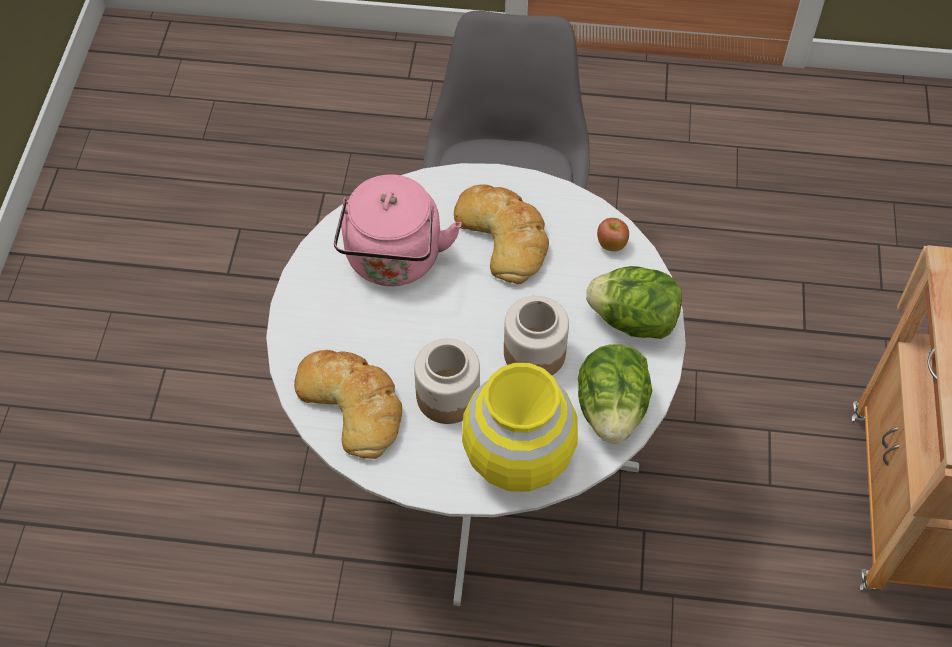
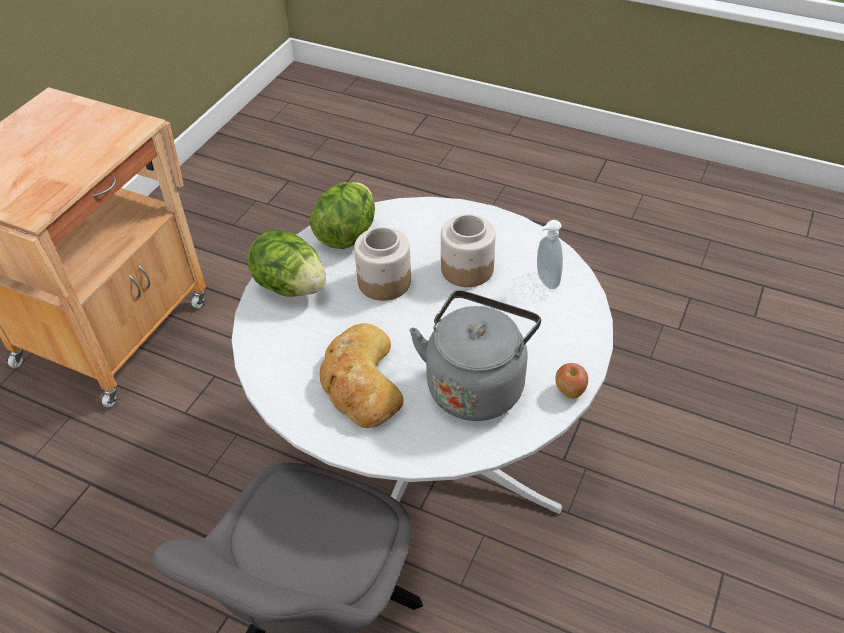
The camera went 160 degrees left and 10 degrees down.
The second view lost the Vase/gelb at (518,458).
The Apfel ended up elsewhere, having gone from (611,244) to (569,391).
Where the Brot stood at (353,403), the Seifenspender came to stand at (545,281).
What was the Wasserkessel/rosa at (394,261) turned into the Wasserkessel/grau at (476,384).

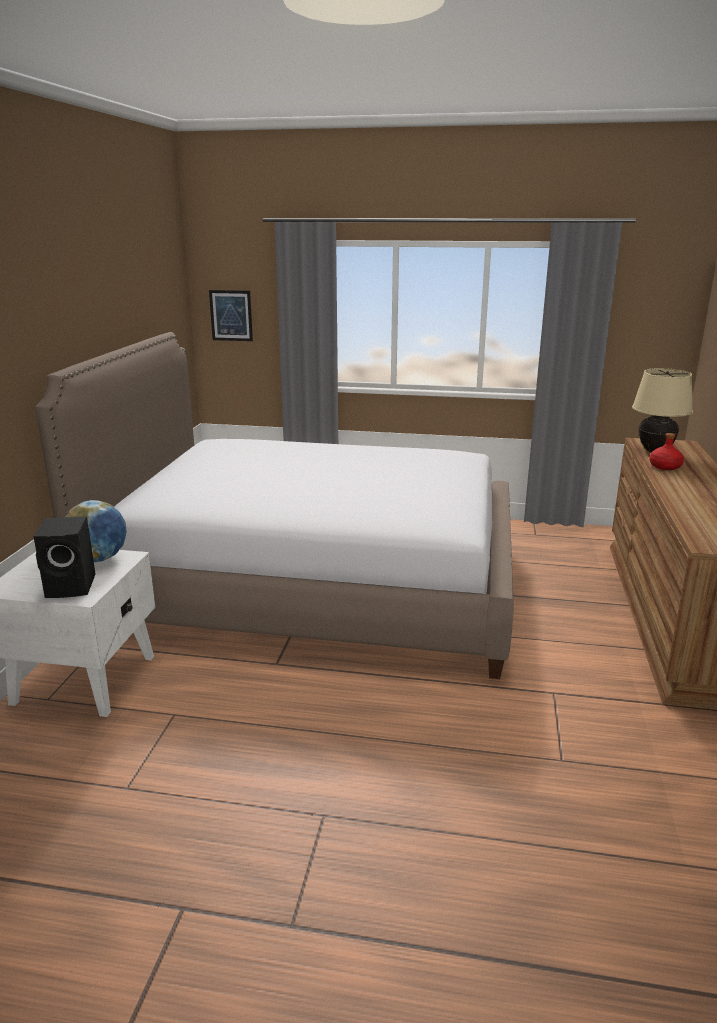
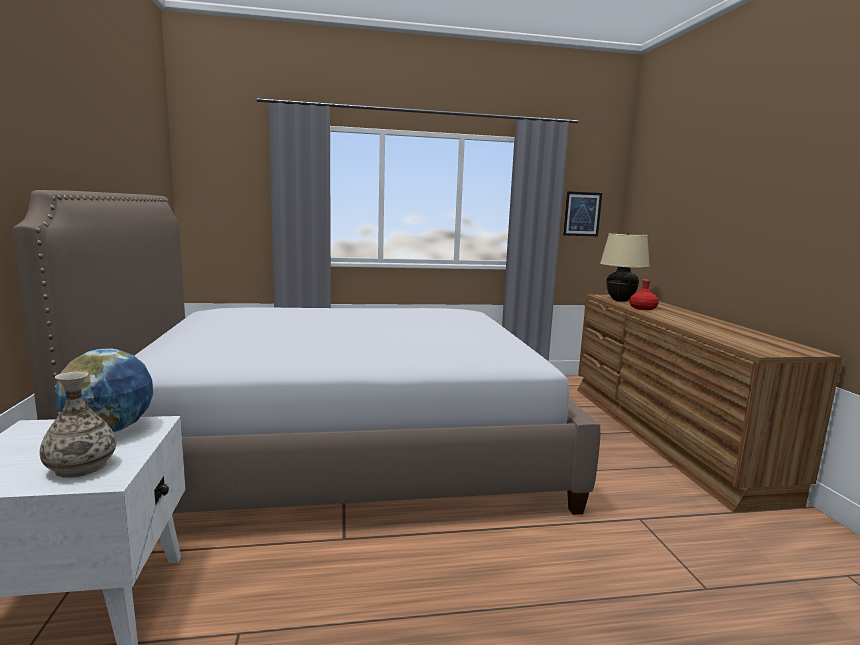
The camera went 20 degrees left and 10 degrees down.
The Bild ended up elsewhere, having gone from (231,315) to (582,214).
Where the Lautsprecher/schwarz stood at (73,586), the Vase came to stand at (81,467).

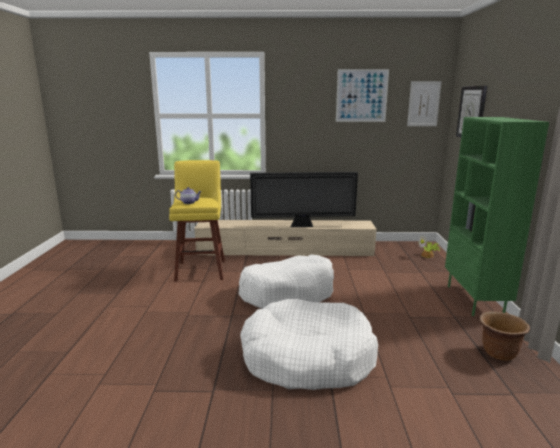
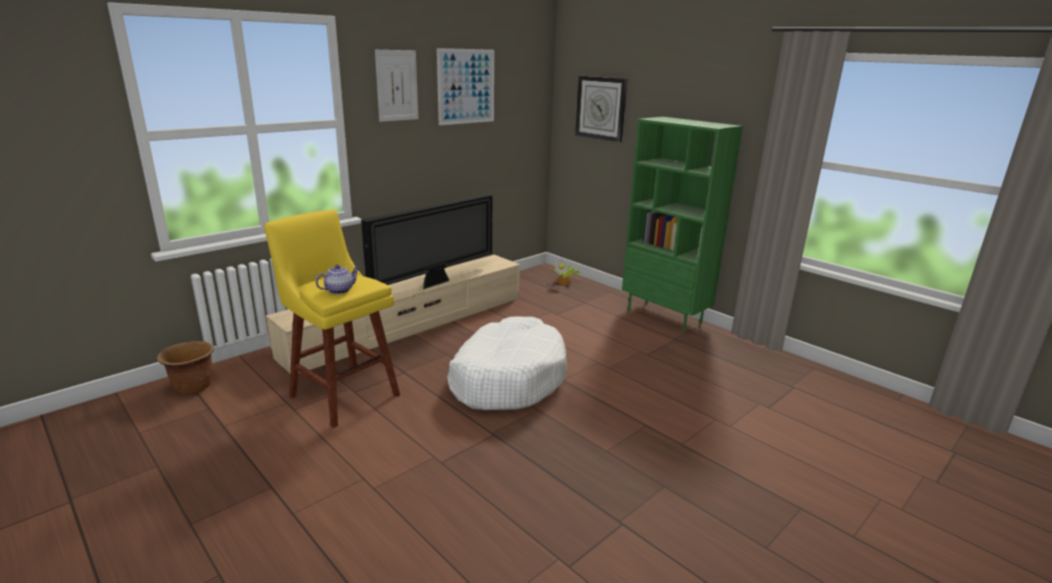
The camera went 45 degrees left and 5 degrees up.
The second view lost the Hundebett/weiß at (307,358).
The Bild ended up elsewhere, having gone from (423,104) to (397,85).
The Pflanzkübel/braun ended up elsewhere, having gone from (498,353) to (193,387).

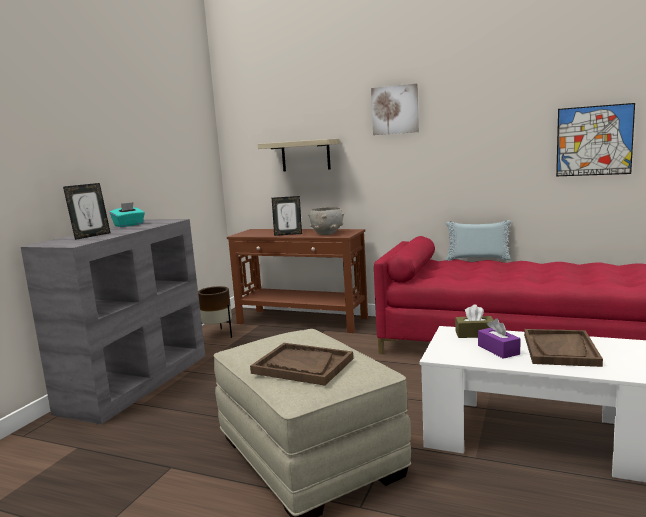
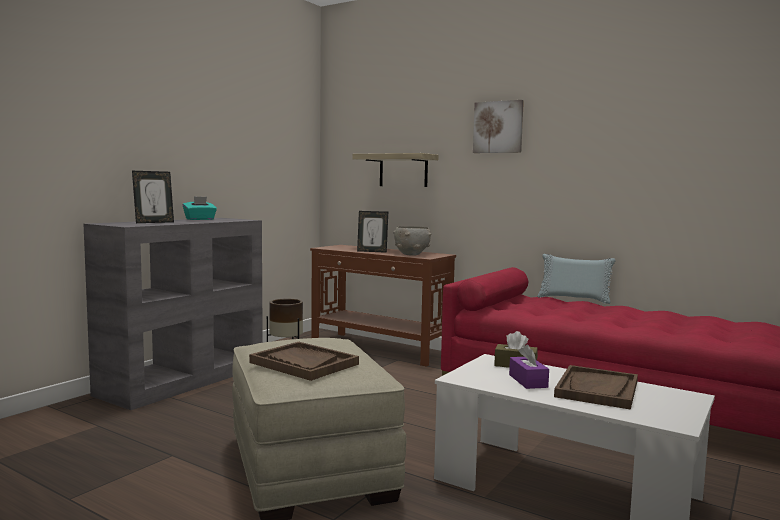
The camera went 10 degrees right and 5 degrees down.
The second view lost the Bild at (594,141).

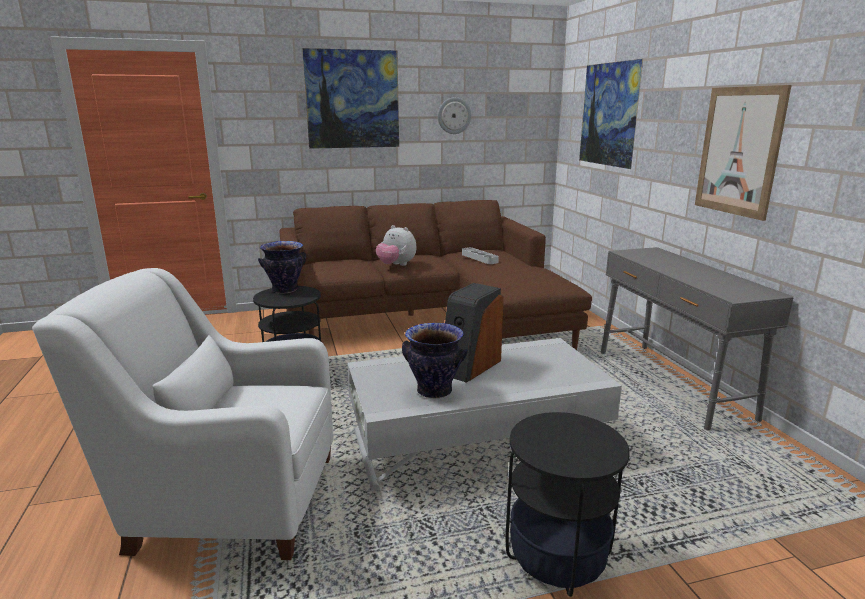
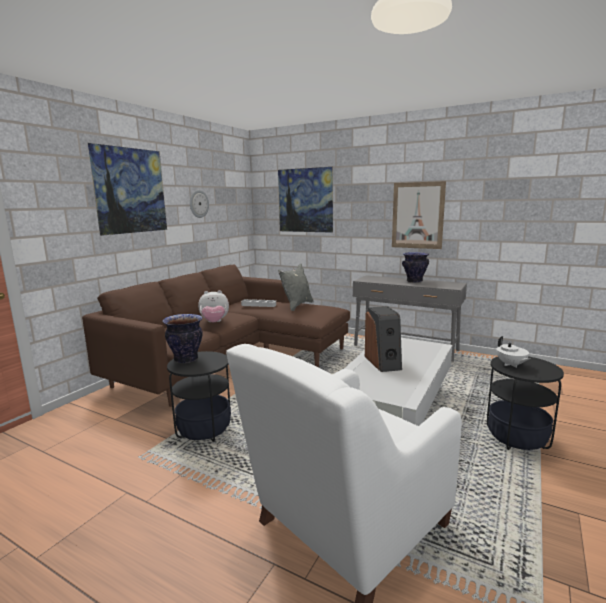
The camera went 45 degrees left and 5 degrees down.
The second view gained the Kissen/grau at (296,306).
The second view gained the Teekanne/weiß at (511,365).
The Vase ended up elsewhere, having gone from (434,391) to (414,281).

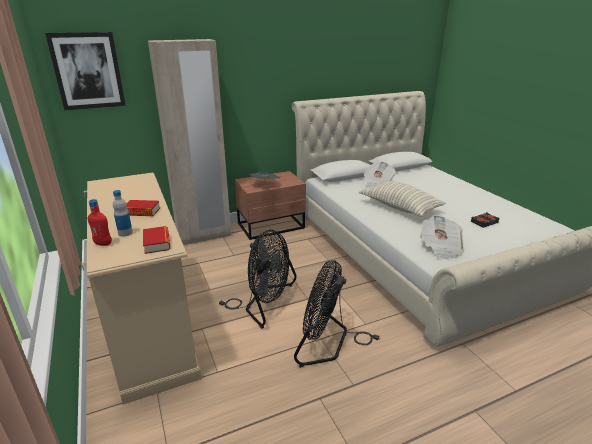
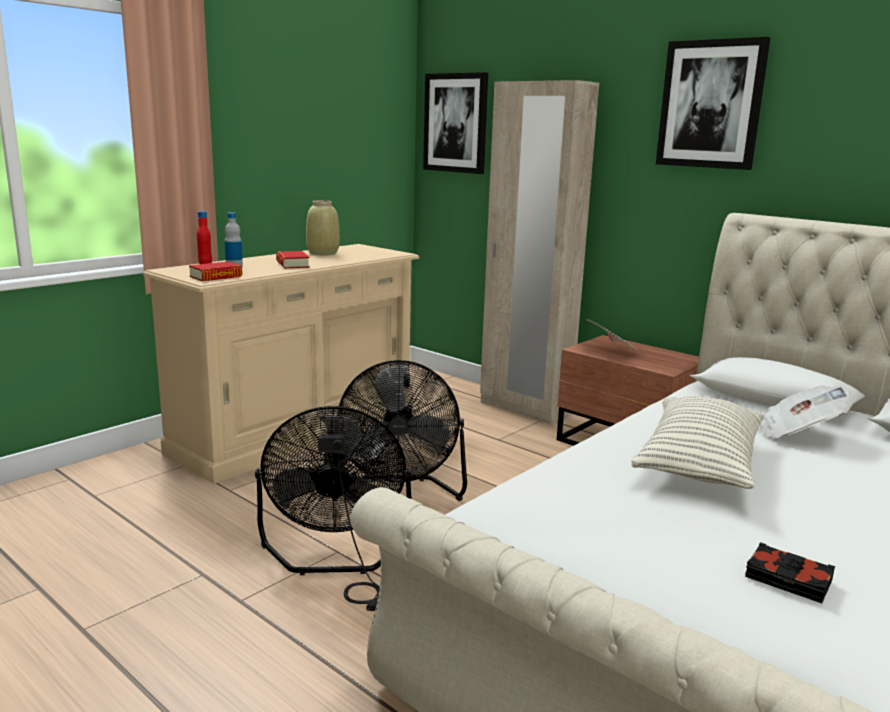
The camera went 65 degrees right and 10 degrees down.
The second view lost the Zeitung at (440,248).
The second view gained the Vase/beige at (323,253).
The second view gained the Bild at (711,104).

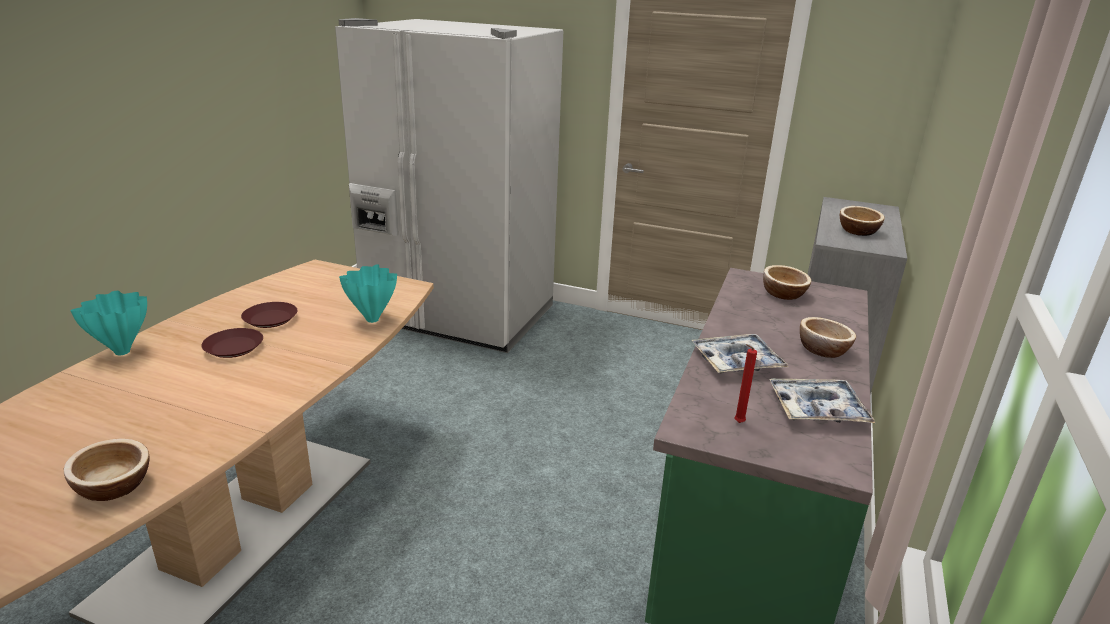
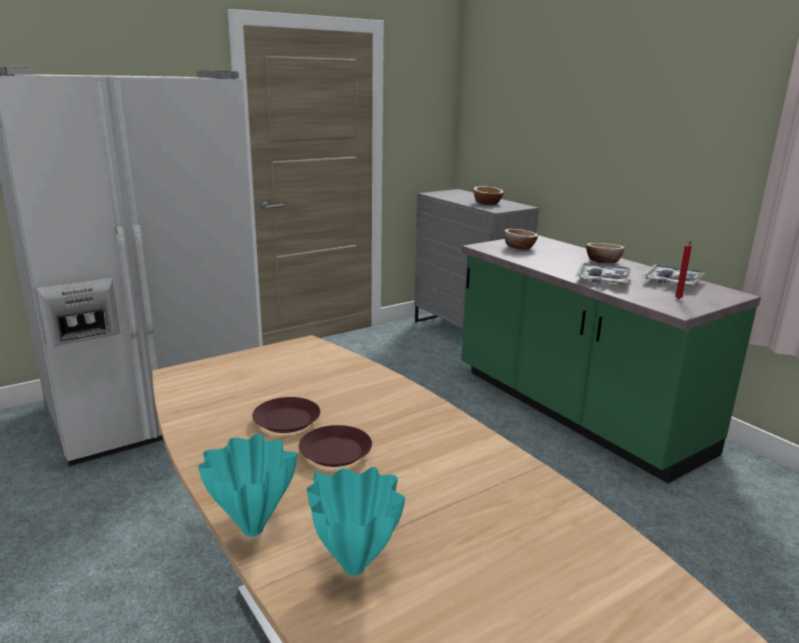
The camera went 55 degrees left and 5 degrees down.
The second view lost the Schüssel at (113,486).
The Vase/türkis ended up elsewhere, having gone from (372,320) to (355,568).

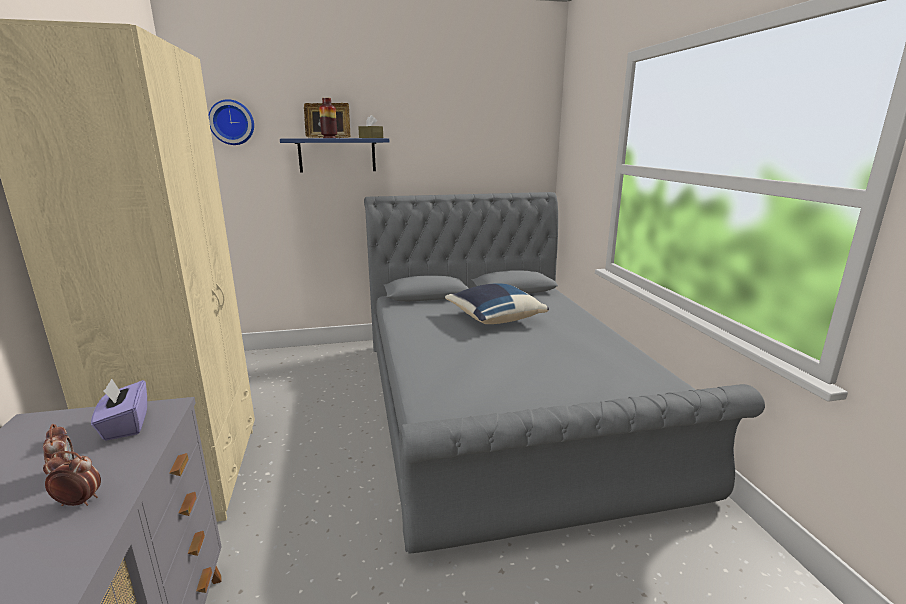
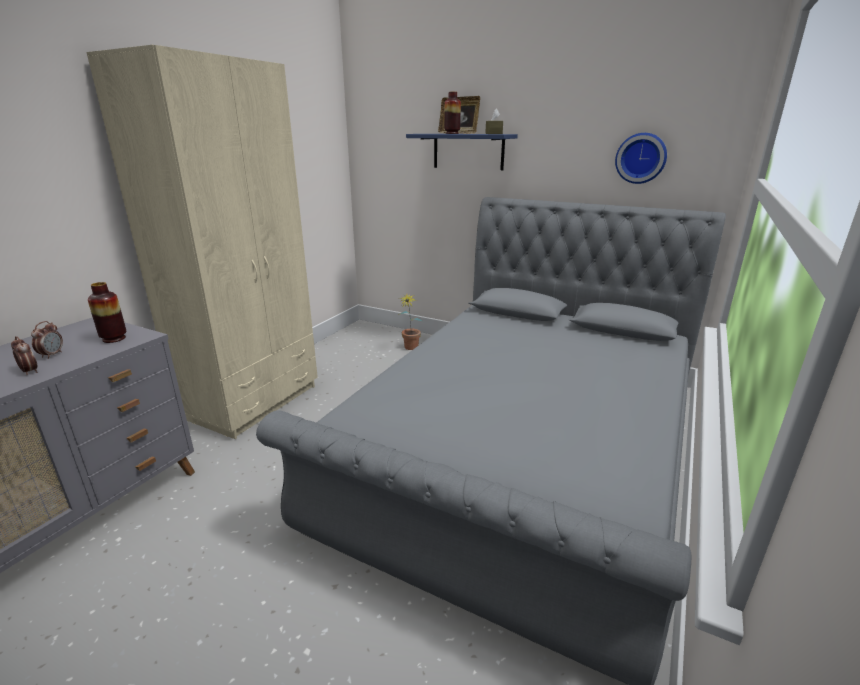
The camera went 40 degrees right and 5 degrees up.
The second view lost the Kissen/blau at (494,318).
The second view gained the Topfpflanze at (410,349).
The Wanduhr ended up elsewhere, having gone from (232,122) to (641,158).
Where the Taschentuchbox/lila stood at (125,425), the Vase came to stand at (114,339).

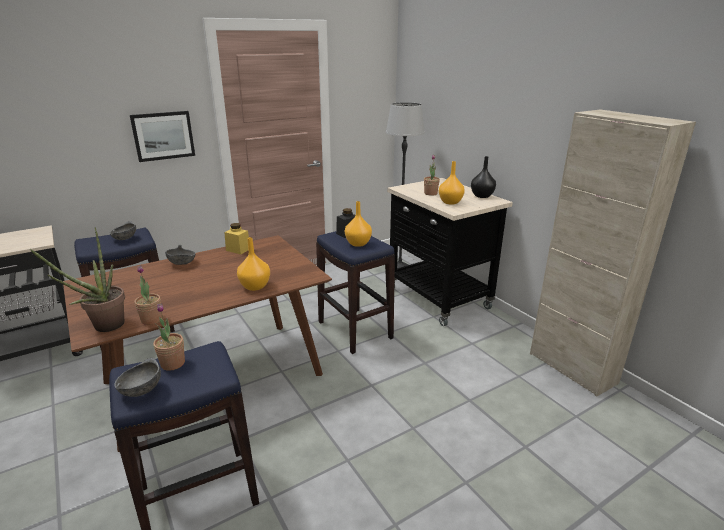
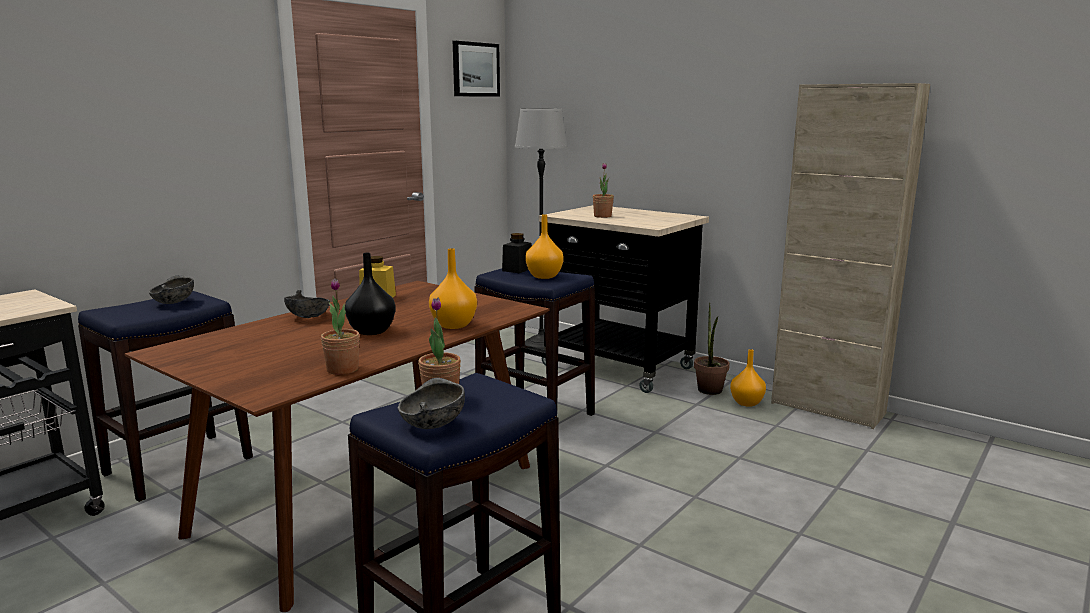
The camera went 20 degrees left and 10 degrees down.
The Topfpflanze ended up elsewhere, having gone from (103,327) to (710,392).
The Bild ended up elsewhere, having gone from (163,135) to (475,69).
The Vase/orange ended up elsewhere, having gone from (450,202) to (746,402).
The Vase/schwarz ended up elsewhere, having gone from (482,196) to (372,331).

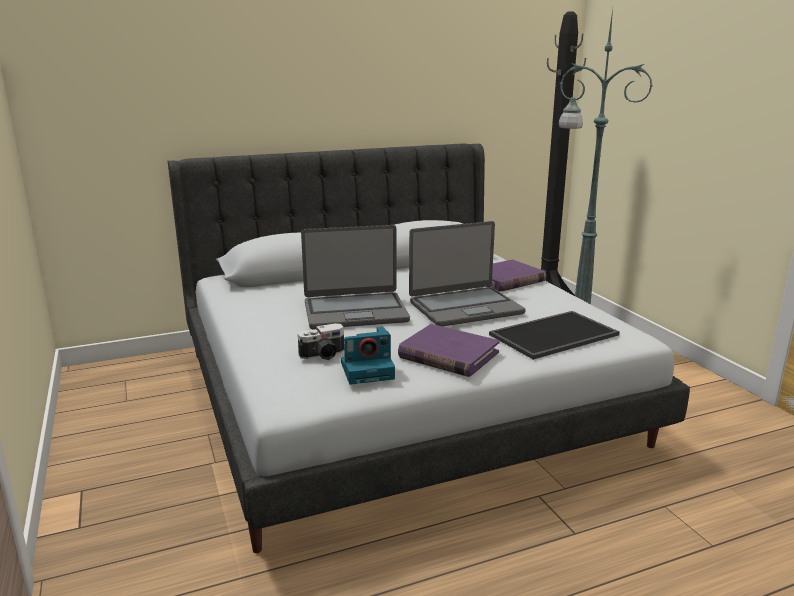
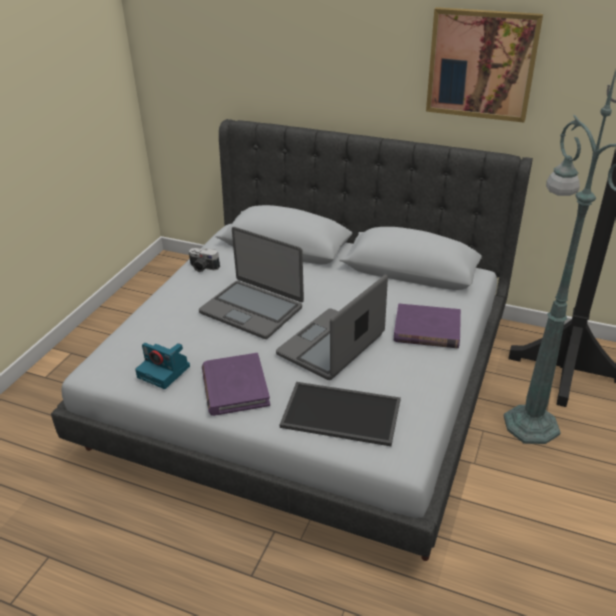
The camera went 45 degrees right and 15 degrees up.
The second view gained the Bild at (481,64).
The Kamera ended up elsewhere, having gone from (323,355) to (203,268).
The Laptop at (465,307) ended up facing another way, 105 degrees clockwise from before.

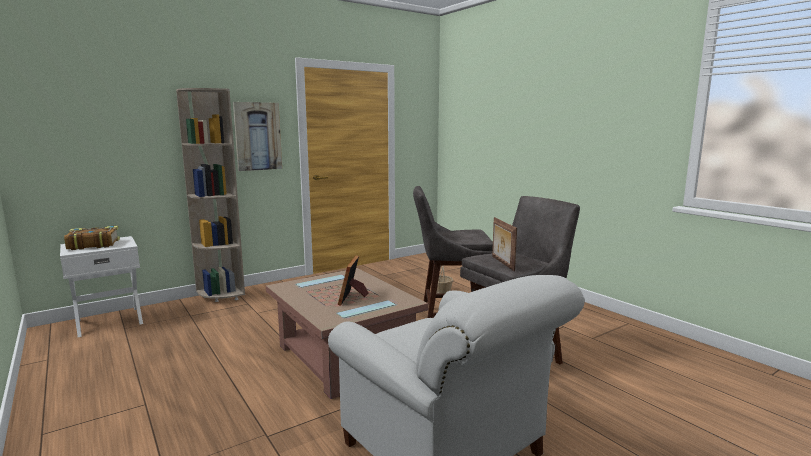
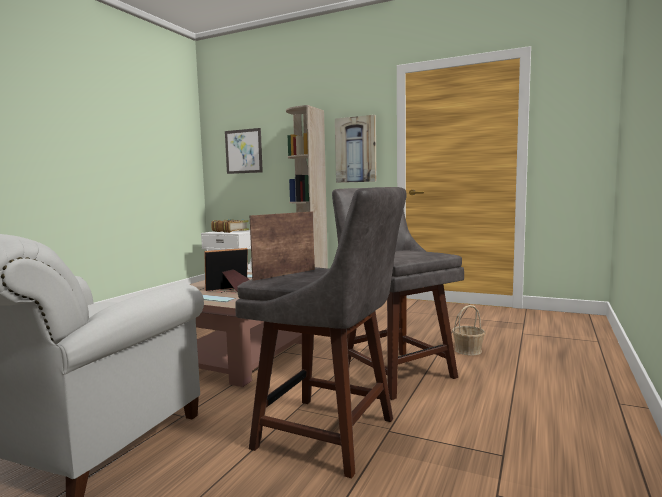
The camera went 60 degrees right and 5 degrees down.
The second view gained the Bild at (243,151).

